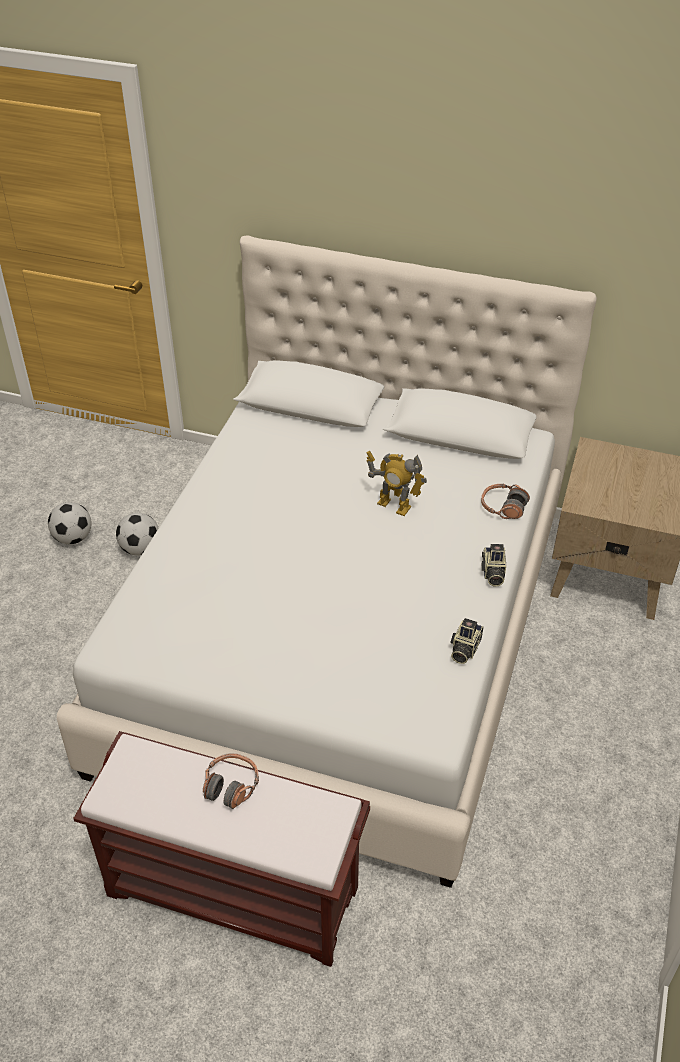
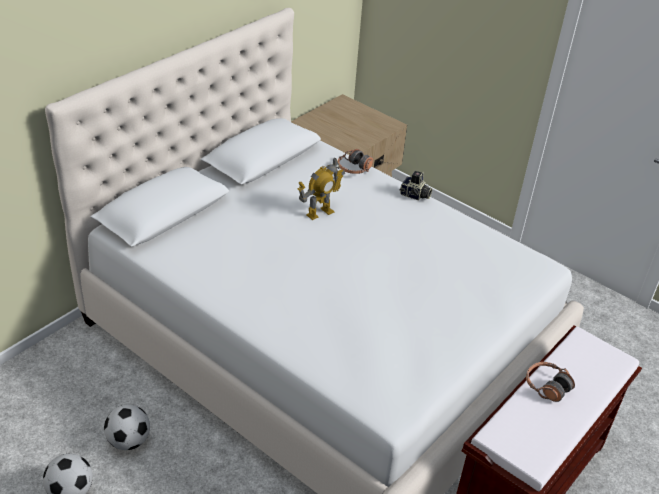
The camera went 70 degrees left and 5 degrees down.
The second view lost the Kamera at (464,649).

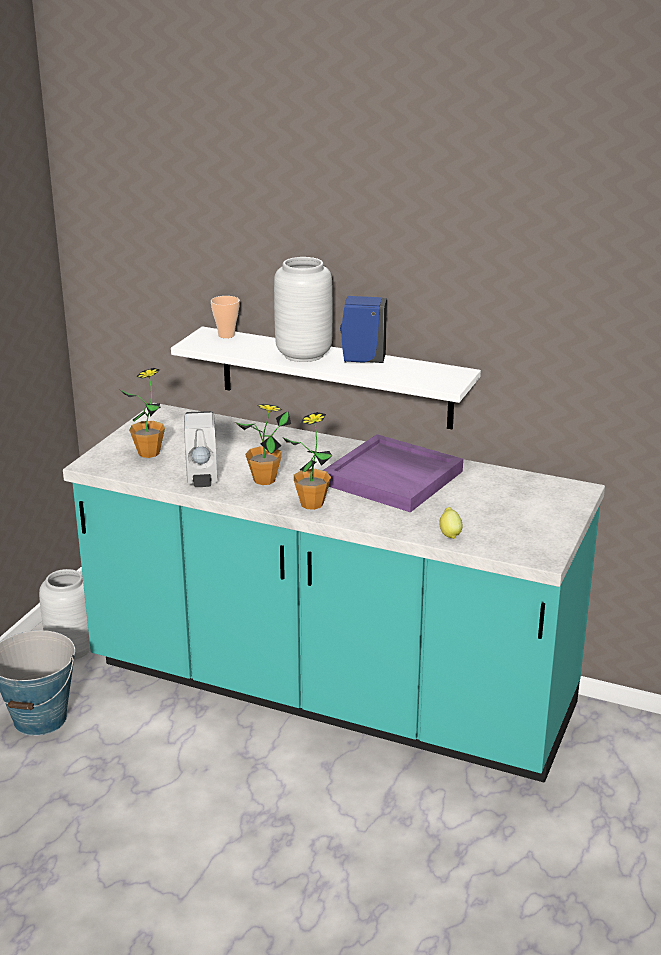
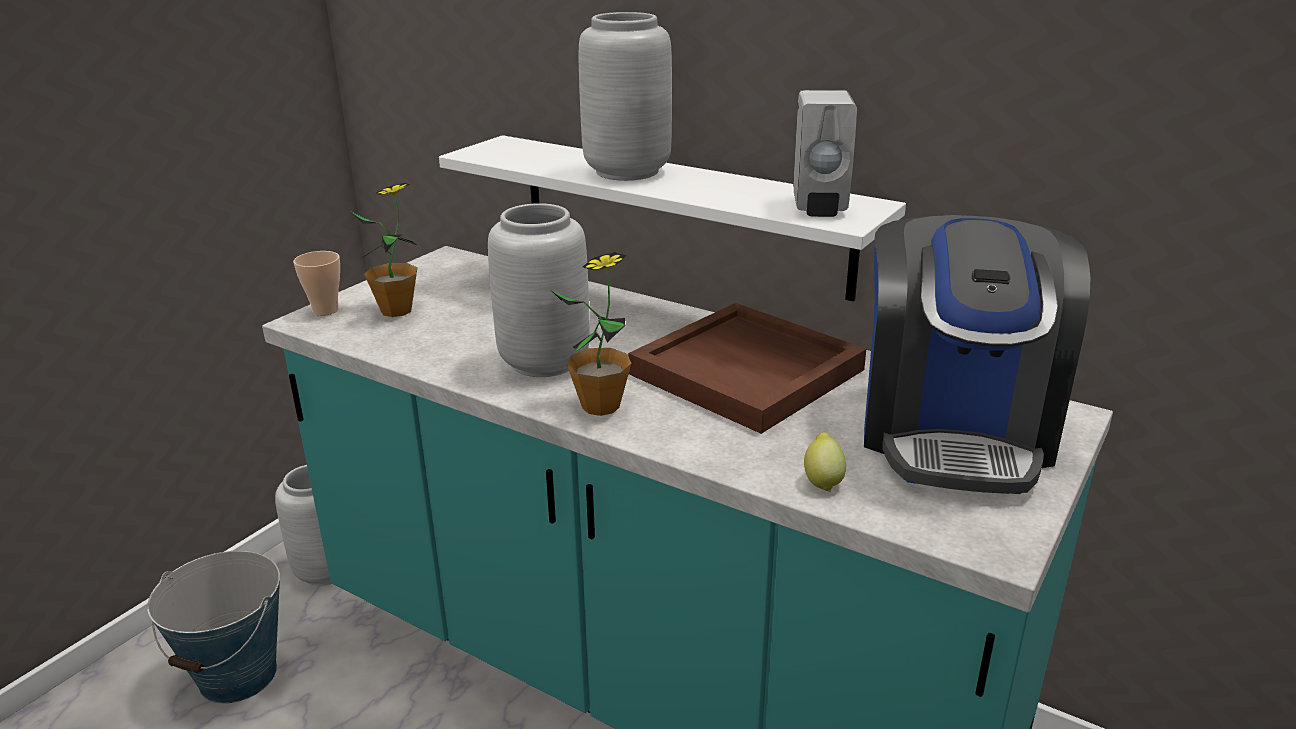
The camera went 10 degrees right and 0 degrees up.
The second view lost the Seifenspender/blau at (362,360).
The second view gained the Kaffeemaschine at (955,431).
The Seifenspender/weiß ended up elsewhere, having gone from (202,479) to (819,207).
The Tasse ended up elsewhere, having gone from (226,335) to (325,310).
Where the Topfpflanze stood at (264,480), the Vase/grau came to stand at (543,361).
What was the Tablett/lila at (394,477) turned into the Tablett/braun at (749,372).

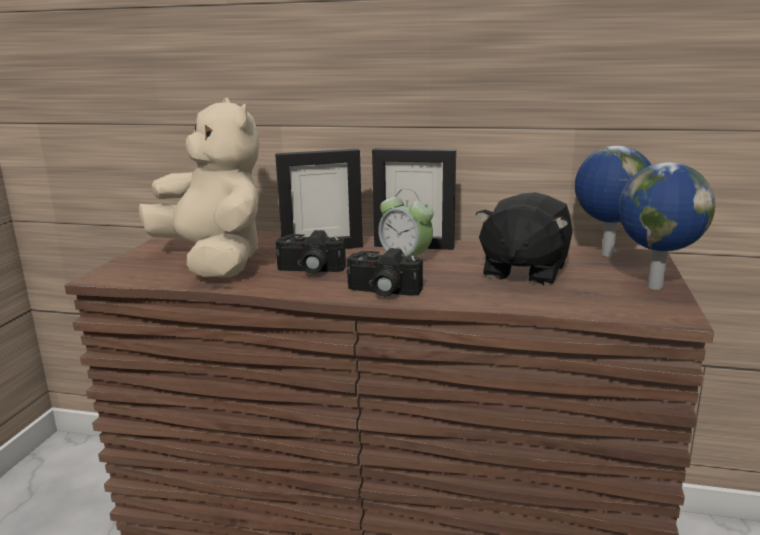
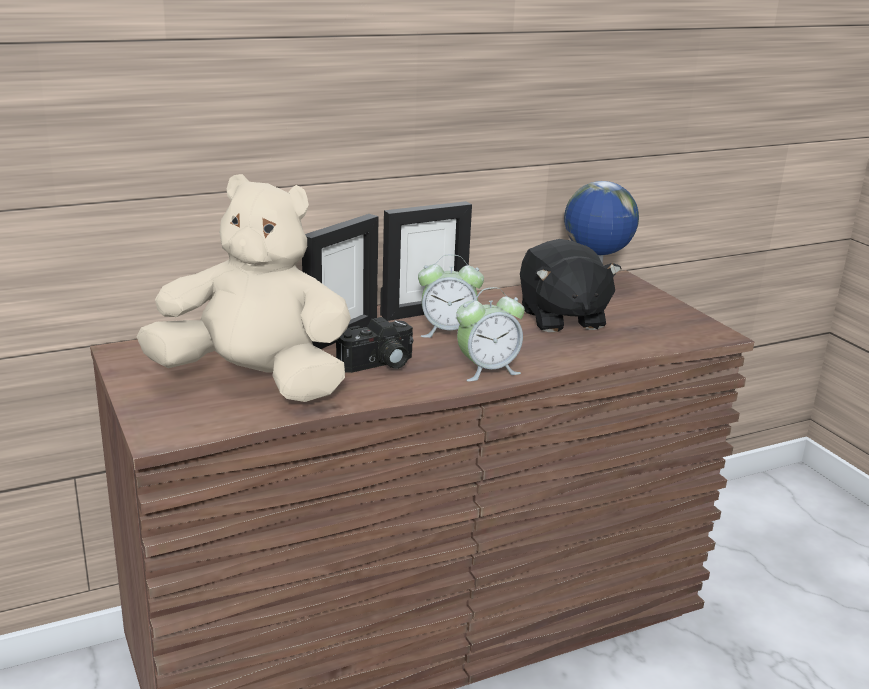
The camera went 40 degrees left and 5 degrees up.
The second view lost the Globus at (653,286).
Where the Kamera stood at (382,291), the Wecker came to stand at (487,370).

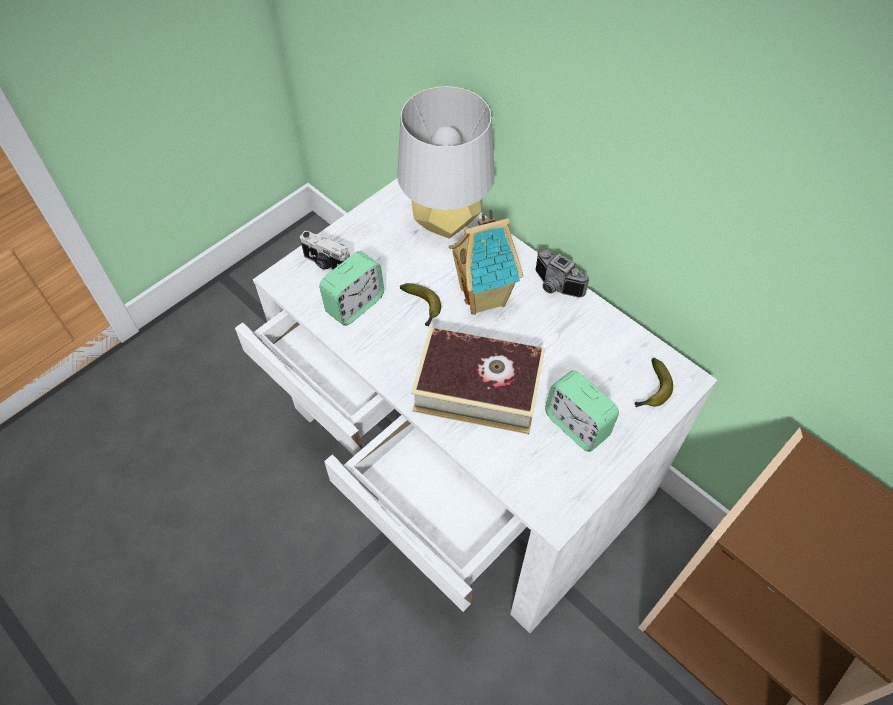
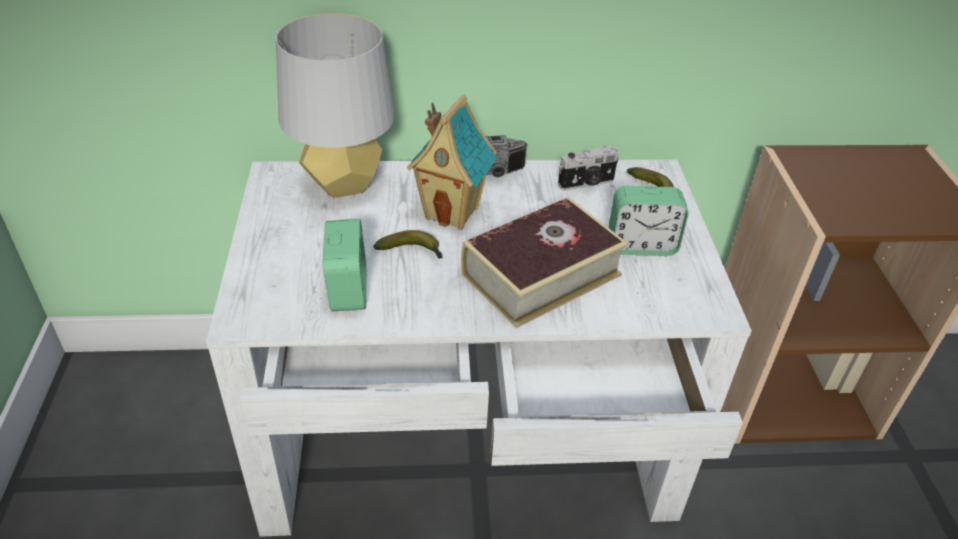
The camera went 50 degrees left and 15 degrees down.
The Kamera ended up elsewhere, having gone from (326,264) to (587,183).

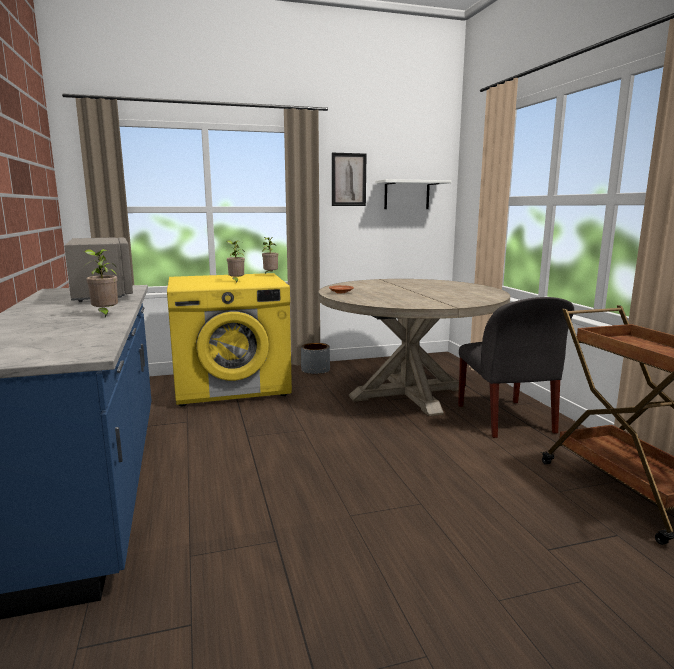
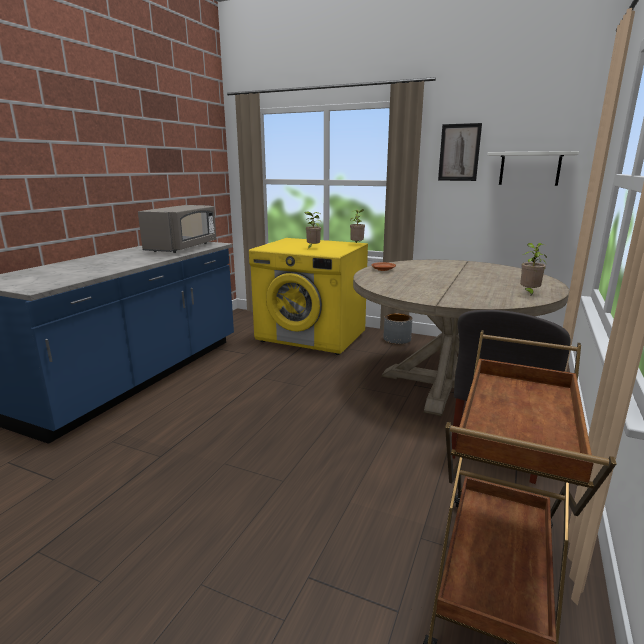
The camera went 40 degrees right and 5 degrees up.
The Topfpflanze ended up elsewhere, having gone from (105,315) to (529,293).

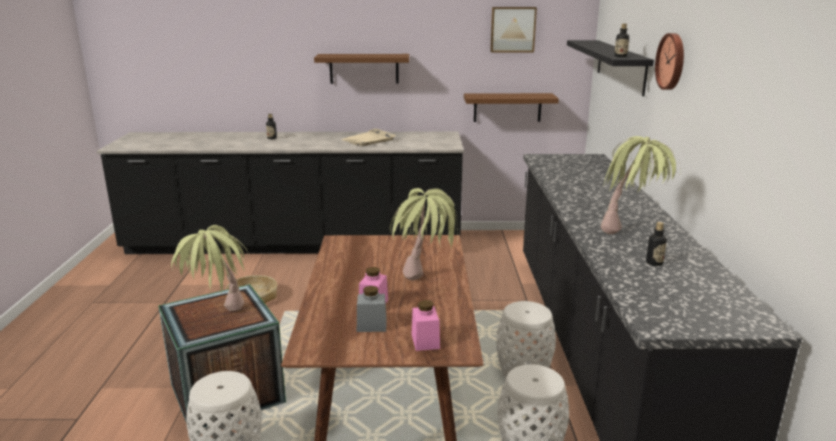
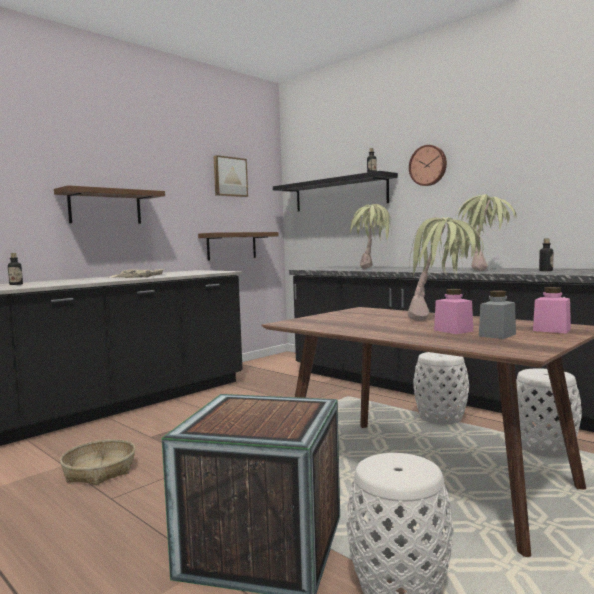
The camera went 45 degrees left and 15 degrees down.
The Topfpflanze ended up elsewhere, having gone from (218,318) to (371,269).

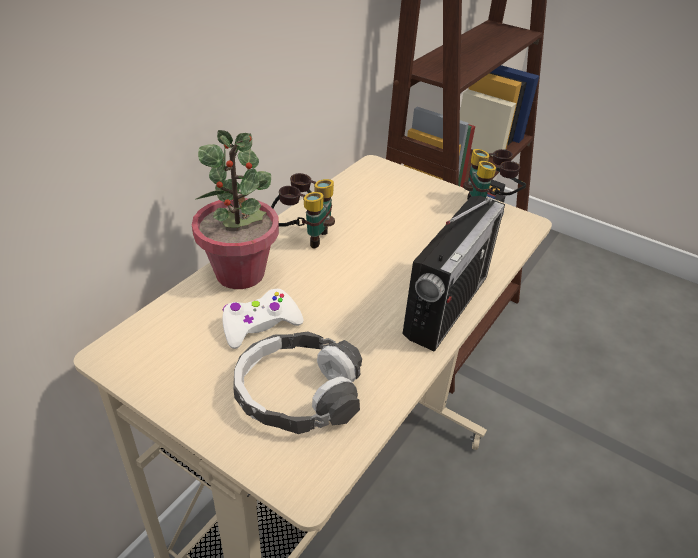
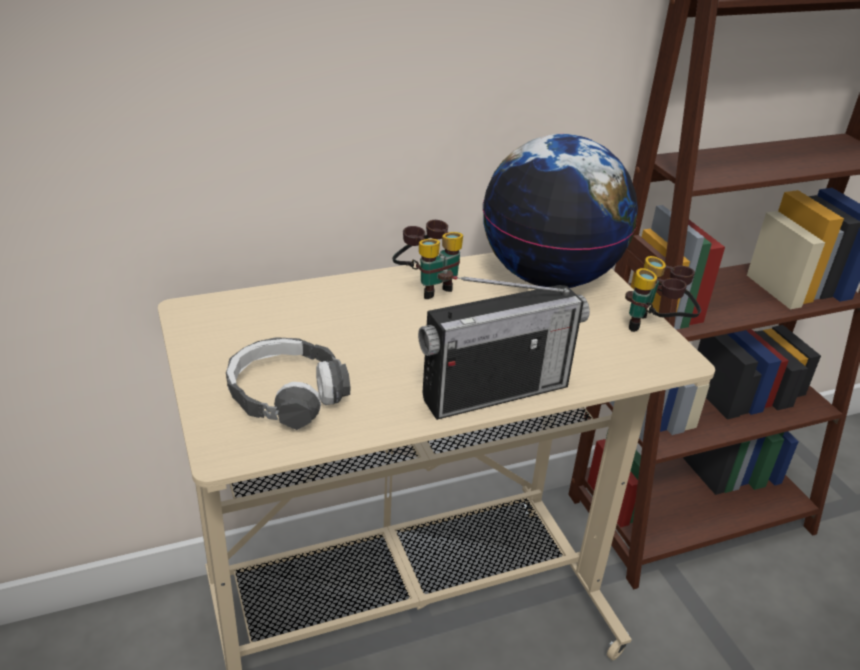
The camera went 35 degrees right and 5 degrees down.
The second view lost the Topfpflanze at (240,273).
The second view lost the Gamepad/weiß at (260,325).
The second view gained the Globus at (549,277).

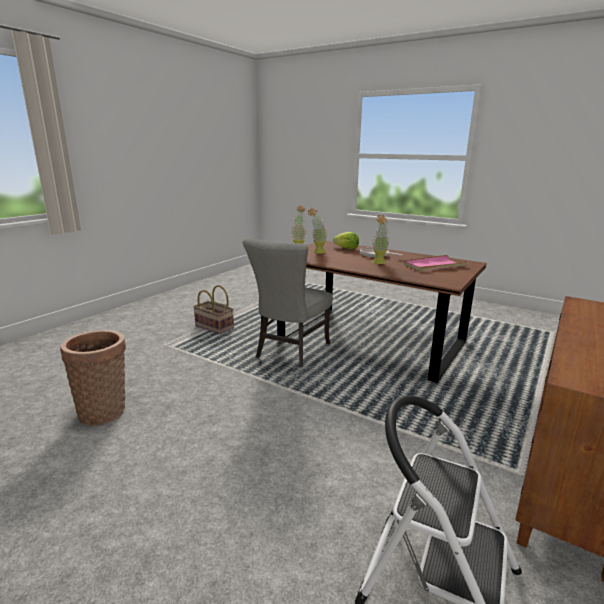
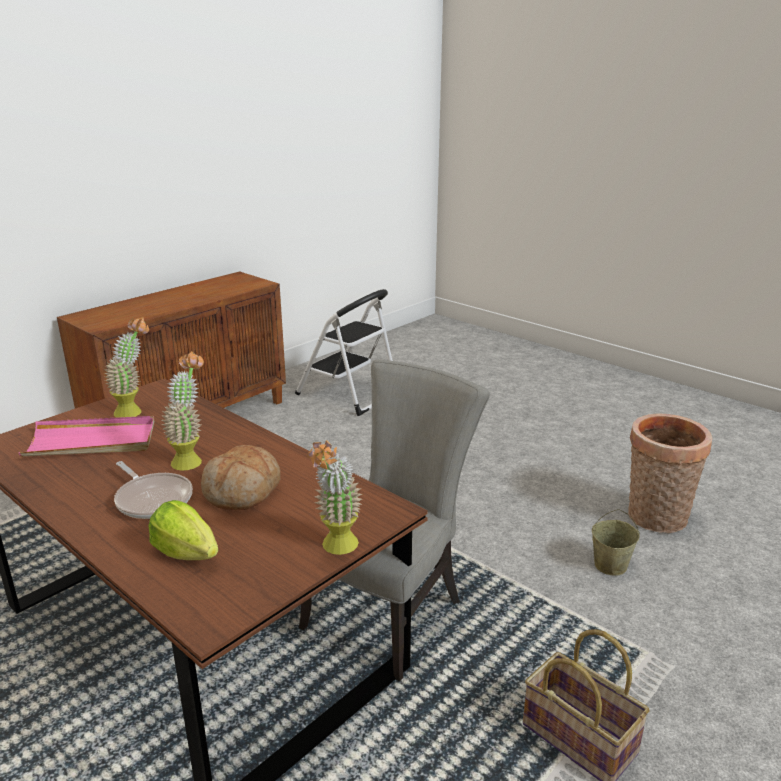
The camera went 170 degrees left and 5 degrees up.
The second view gained the Brot at (243,491).
The second view gained the Eimer/beige at (610,565).
The Topfpflanze ended up elsewhere, having gone from (317,252) to (135,411).

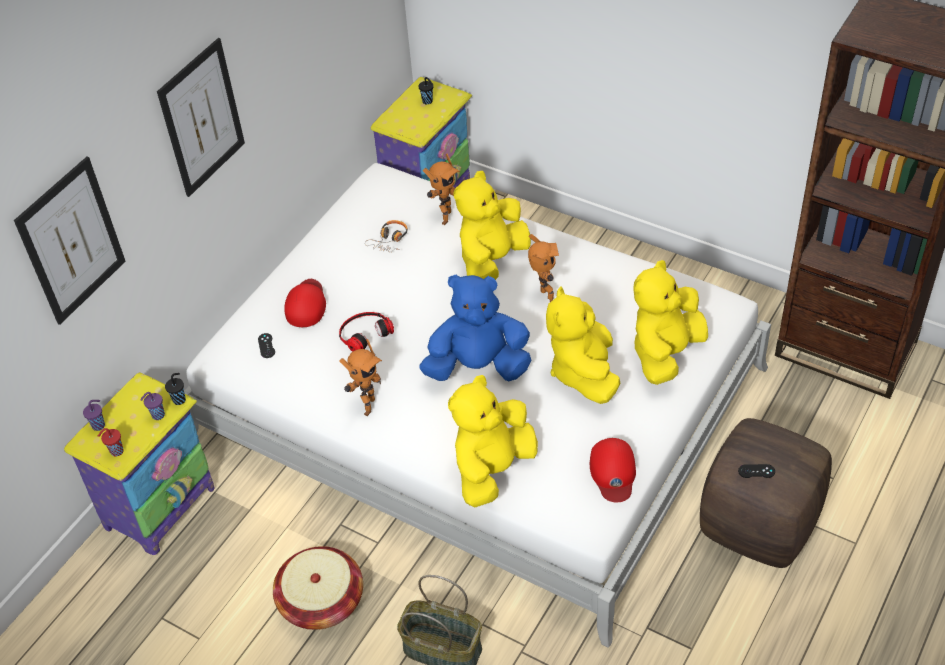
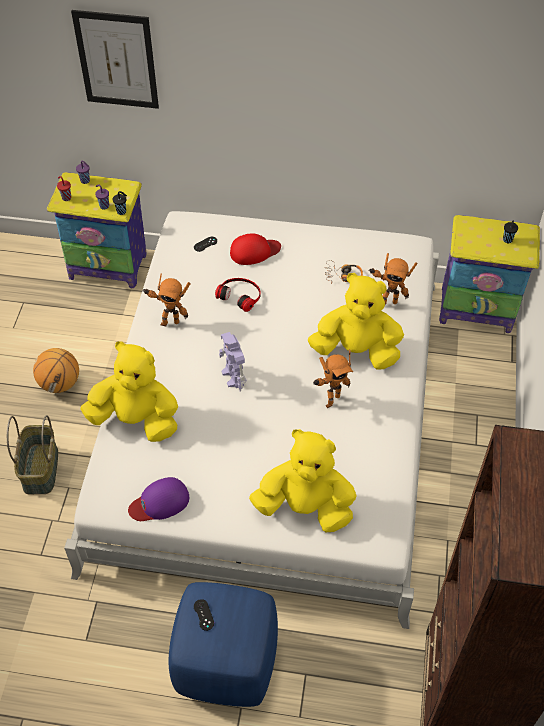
The camera went 65 degrees right and 5 degrees up.
The second view lost the Bild at (202,118).
The second view lost the Plüschtier/gelb at (584,372).
Where the Korb stood at (322,601), the Basketball came to stand at (60,383).
Where the Plüschtier/blau stood at (478,367), the Spielzeugroboter came to stand at (234,377).
What was the Kappe/rot at (613,472) turned into the Kappe/lila at (160,502).
What was the Polsterhocker/braun at (758,523) turned into the Polsterhocker/blau at (226,662).

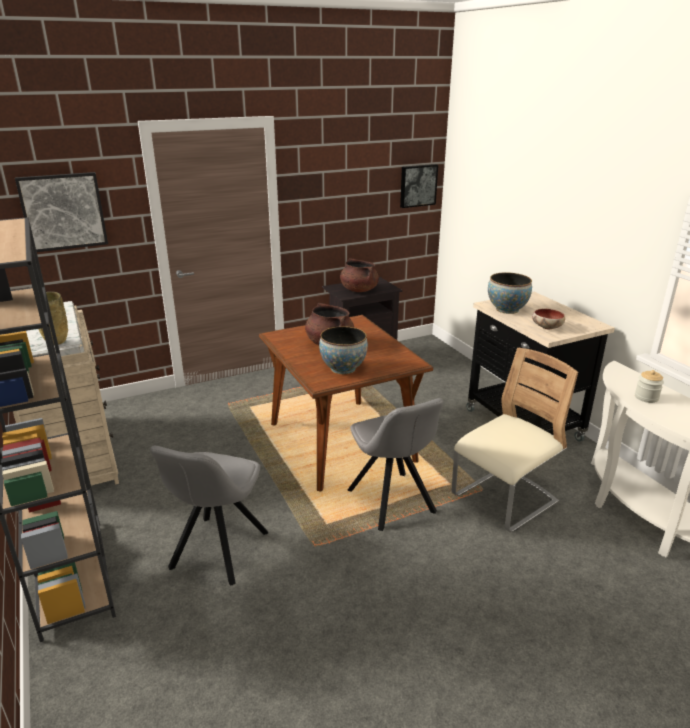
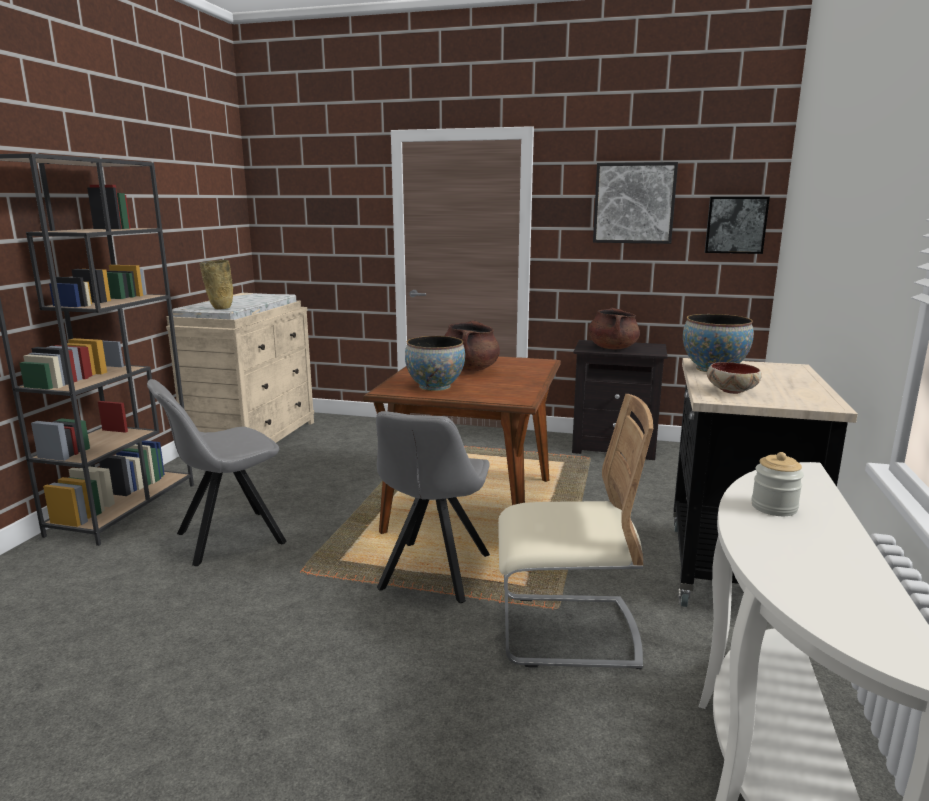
The camera went 40 degrees right and 10 degrees down.
The Bild ended up elsewhere, having gone from (63,211) to (634,203).

